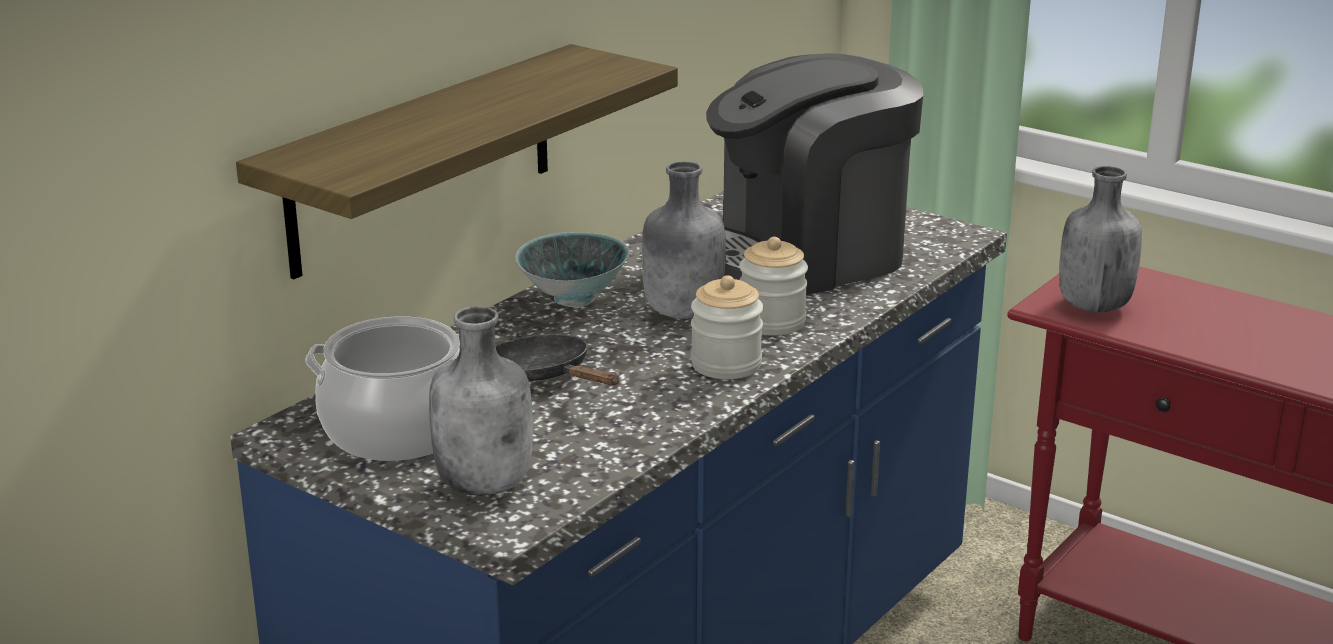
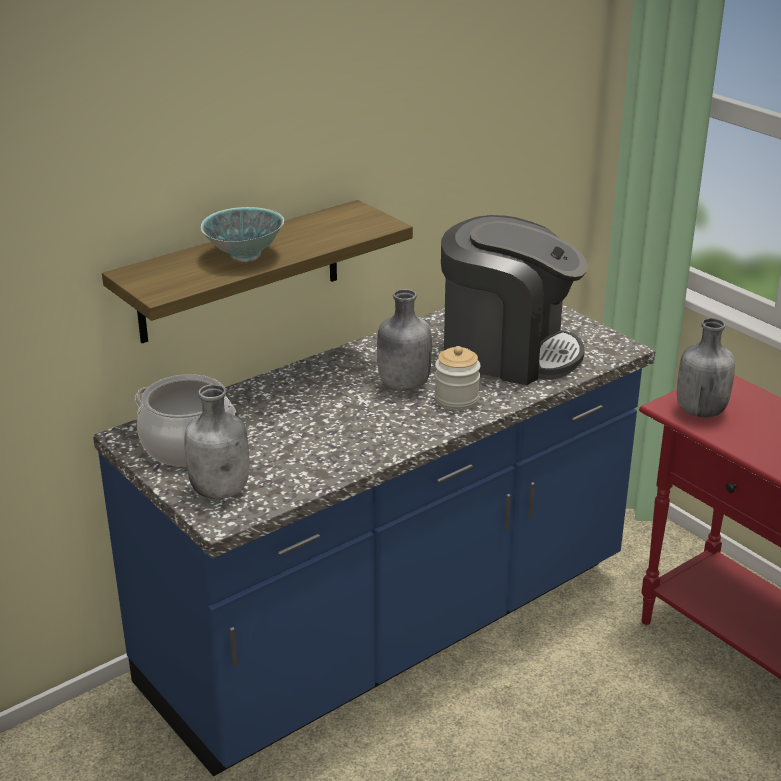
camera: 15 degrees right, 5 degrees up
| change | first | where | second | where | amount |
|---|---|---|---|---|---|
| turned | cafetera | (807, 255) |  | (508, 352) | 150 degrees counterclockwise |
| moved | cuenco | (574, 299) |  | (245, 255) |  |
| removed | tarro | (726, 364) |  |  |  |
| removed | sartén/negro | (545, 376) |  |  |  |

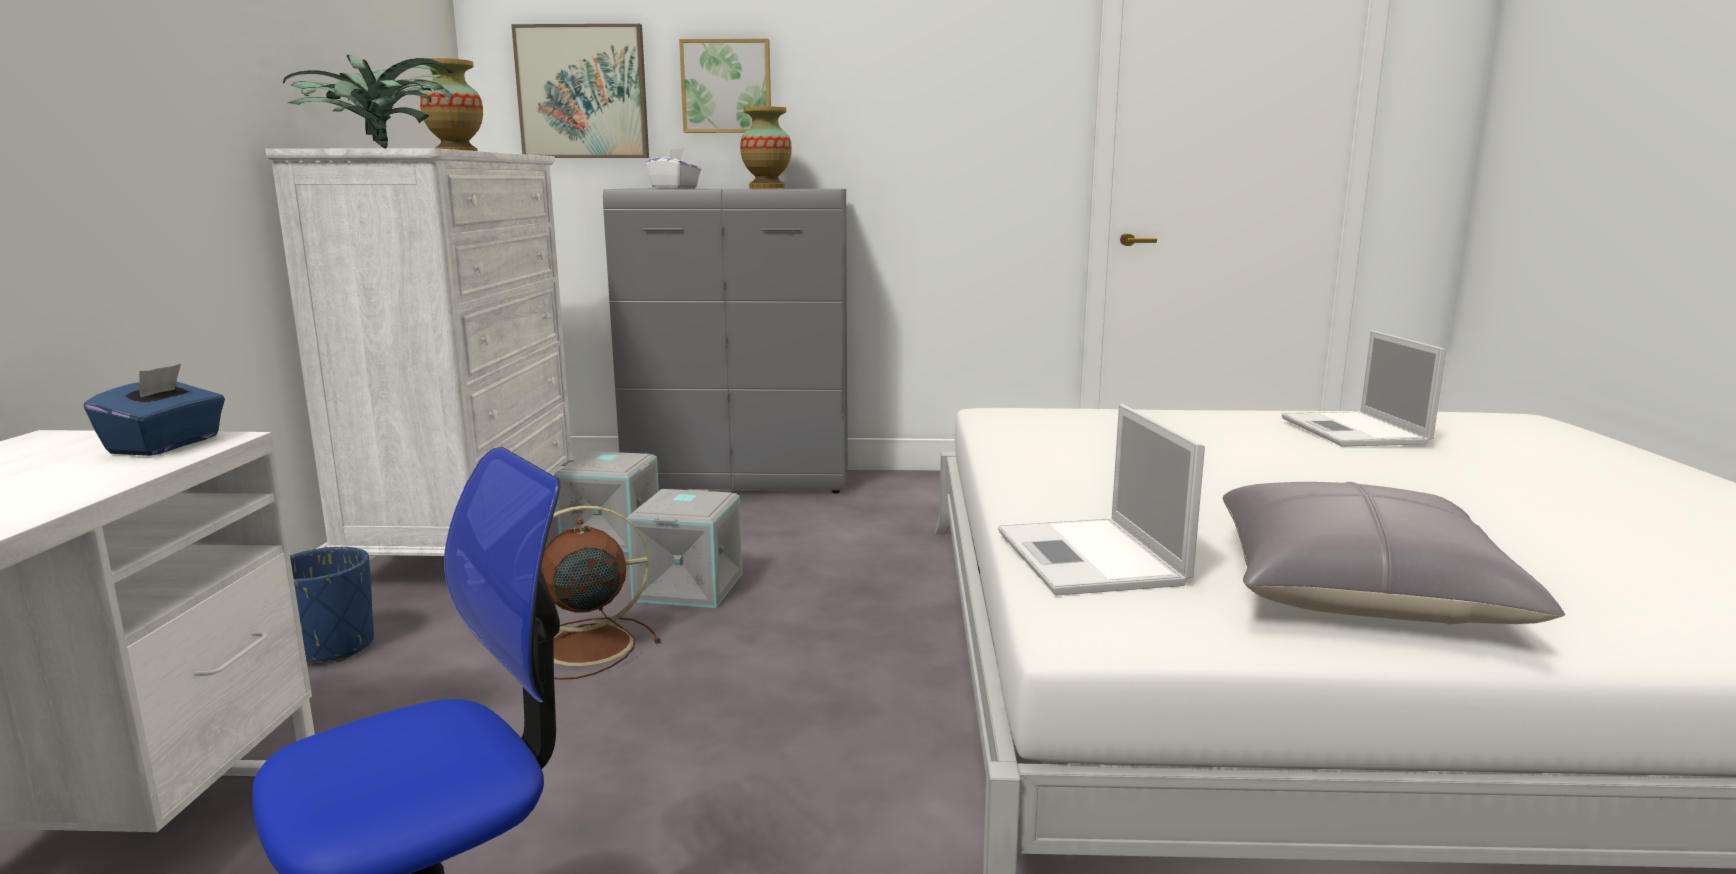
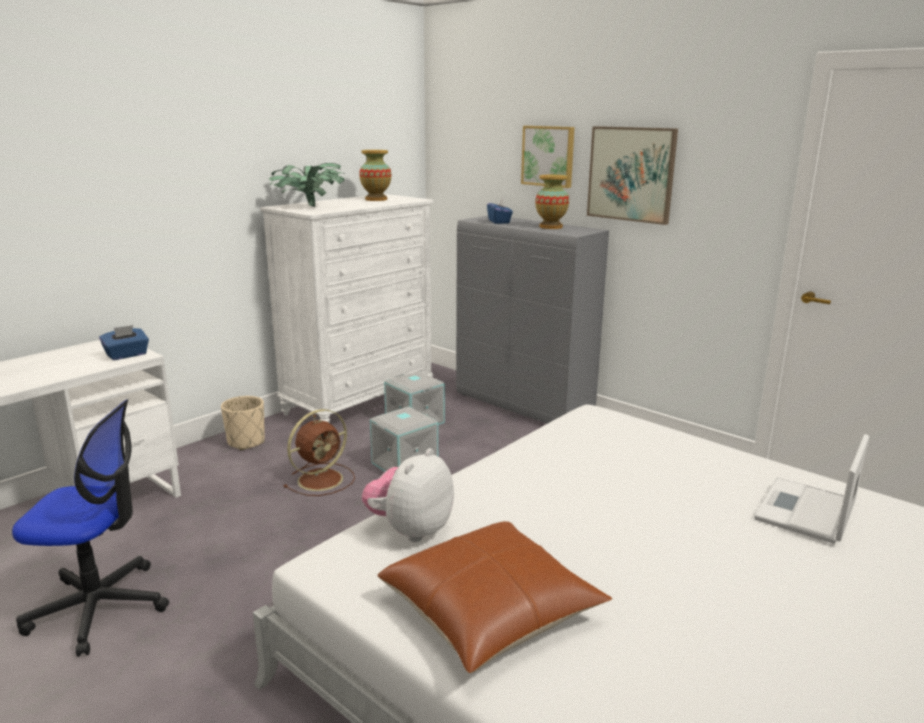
camera: 40 degrees right, 5 degrees up
| change | first | where | second | where | amount |
|---|---|---|---|---|---|
| moved | cuadro | (583, 92) |  | (631, 174) |  |
| recoloured | caja de pañuelos/blanco | (675, 188) | caja de pañuelos/azul | (499, 222) |  |
| replaced | portátil | (1091, 559) | peluche | (410, 530) |  |
| recoloured | cojín/gris | (1360, 590) | cojín/marrón | (491, 611) |  |
| turned | ventilador/marrón | (584, 647) |  | (322, 479) | 120 degrees clockwise |
| recoloured | maceta/azul | (331, 648) | maceta/beis | (246, 442) |  |

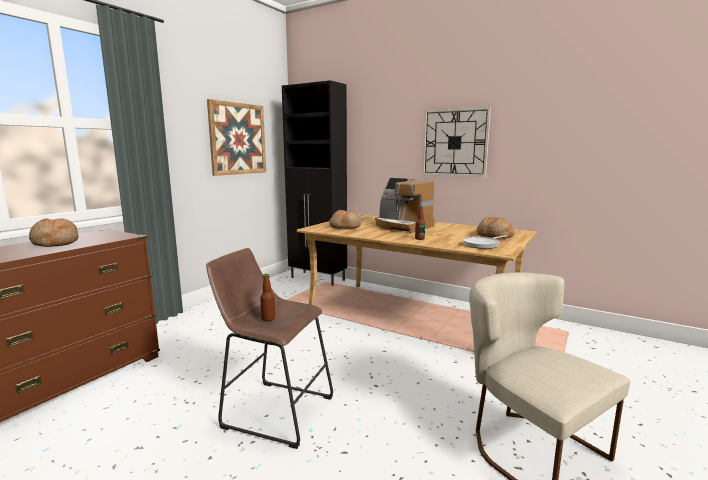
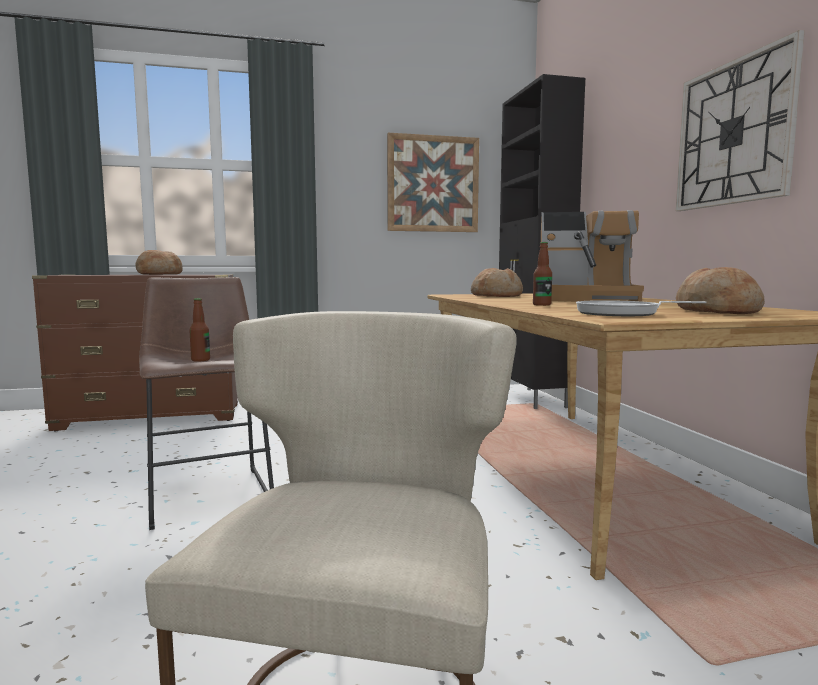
camera: 45 degrees right, 5 degrees down
| change | first | where | second | where | amount |
|---|---|---|---|---|---|
| turned | cafetera | (402, 226) |  | (584, 299) | 75 degrees counterclockwise |

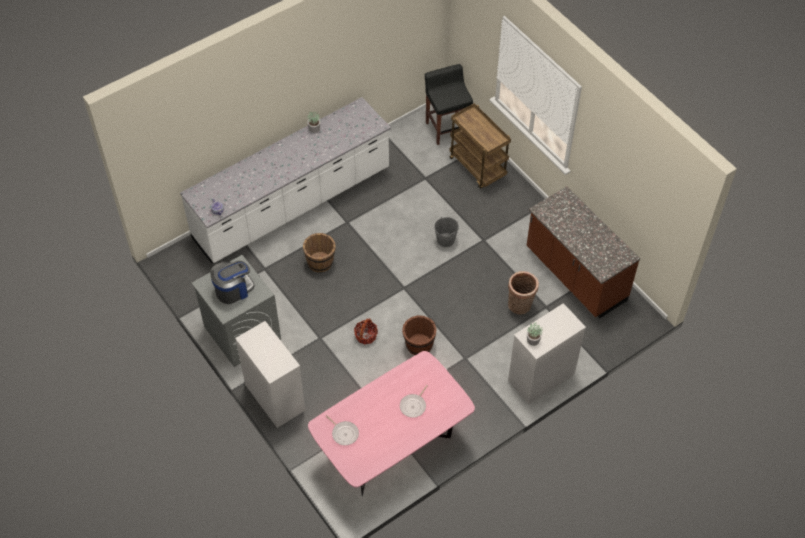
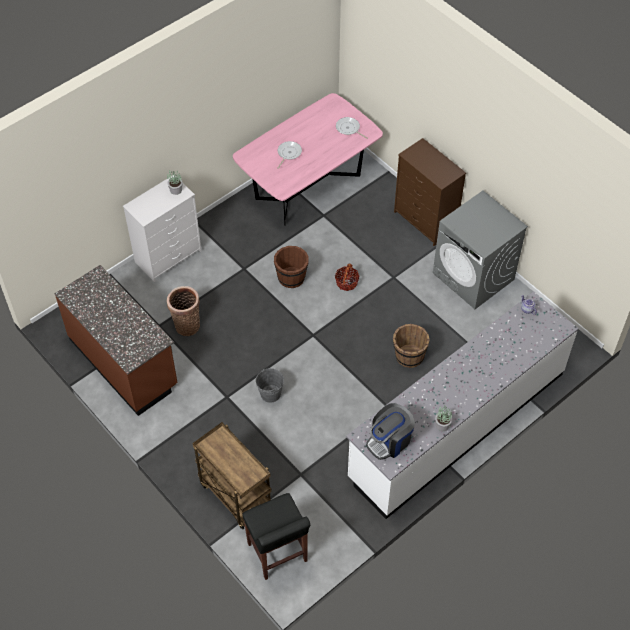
camera: 175 degrees right, 0 degrees up
| change | first | where | second | where | amount |
|---|---|---|---|---|---|
| moved | cafetera | (233, 290) |  | (389, 441) |  |
| recoloured | cómoda/blanco | (274, 397) | cómoda/marrón | (425, 221) |  |

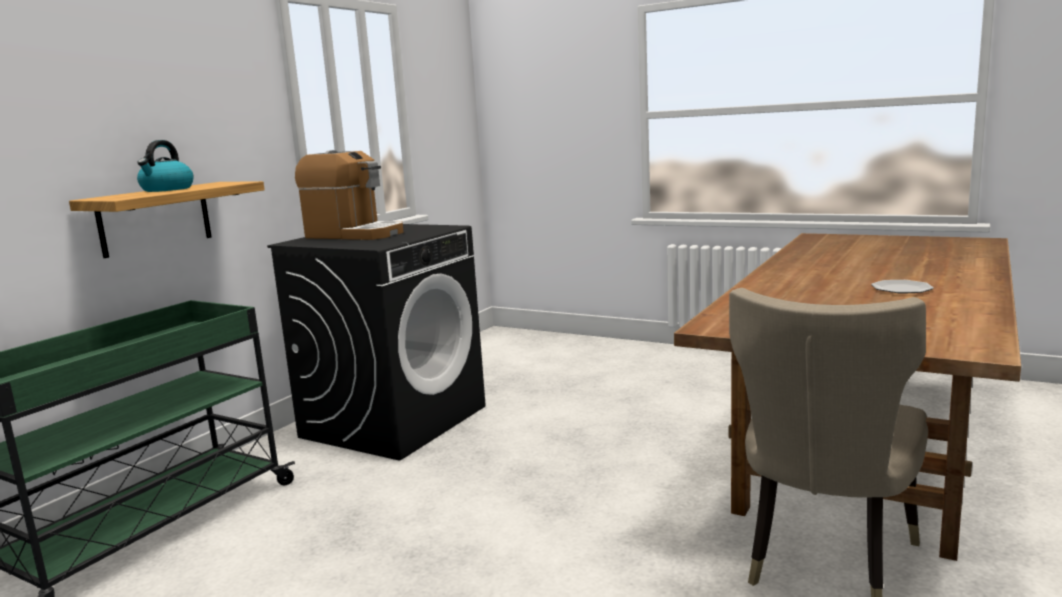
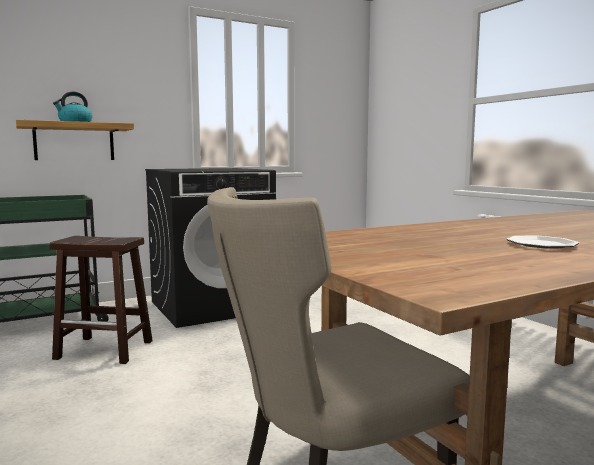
camera: 30 degrees right, 5 degrees down
| change | first | where | second | where | amount |
|---|---|---|---|---|---|
| removed | cafetera | (355, 234) |  |  |  |
| added |  |  | taburete/marrón | (106, 350) |  |

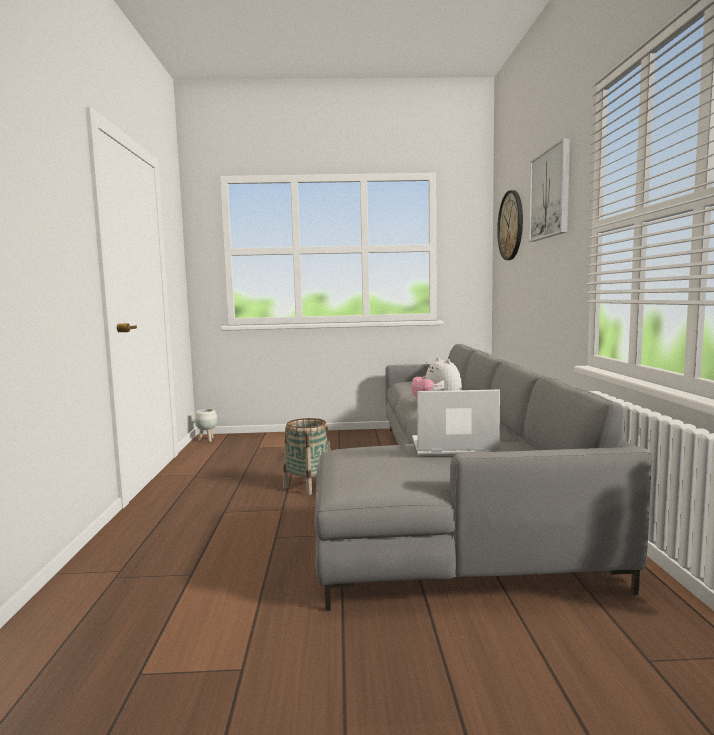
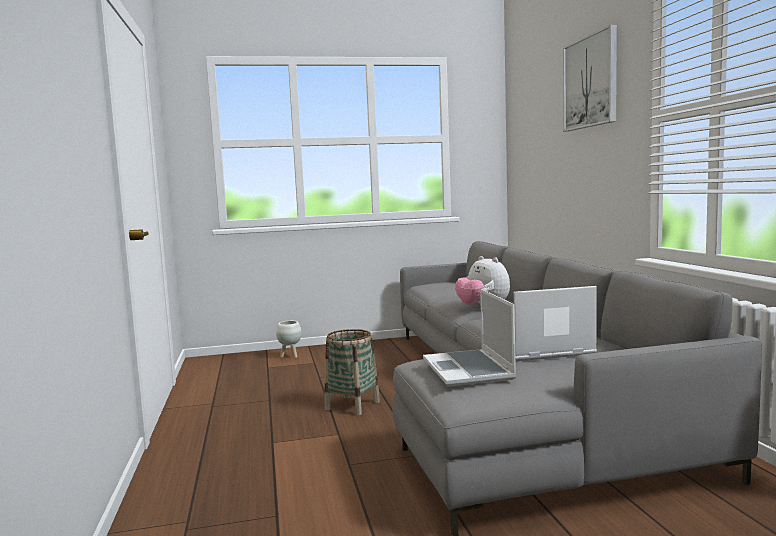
camera: 10 degrees left, 0 degrees up
| change | first | where | second | where | amount |
|---|---|---|---|---|---|
| removed | reloj de pared | (511, 225) |  |  |  |
| moved | maceta/blanco | (207, 440) |  | (290, 356) |  |
| added |  |  | portátil | (469, 370) |  |

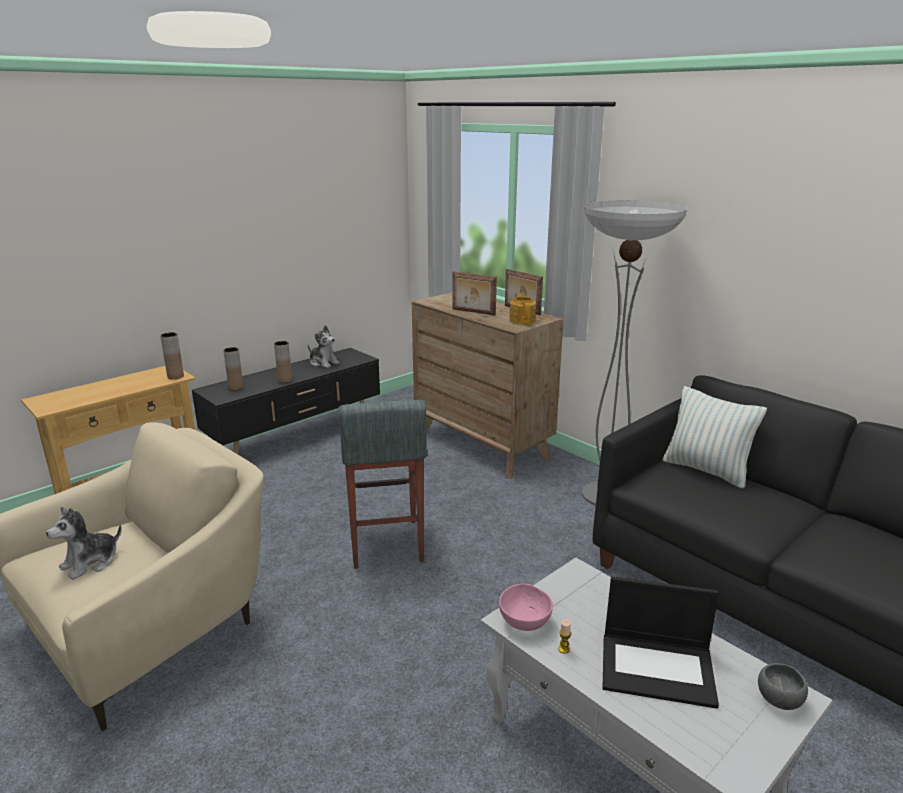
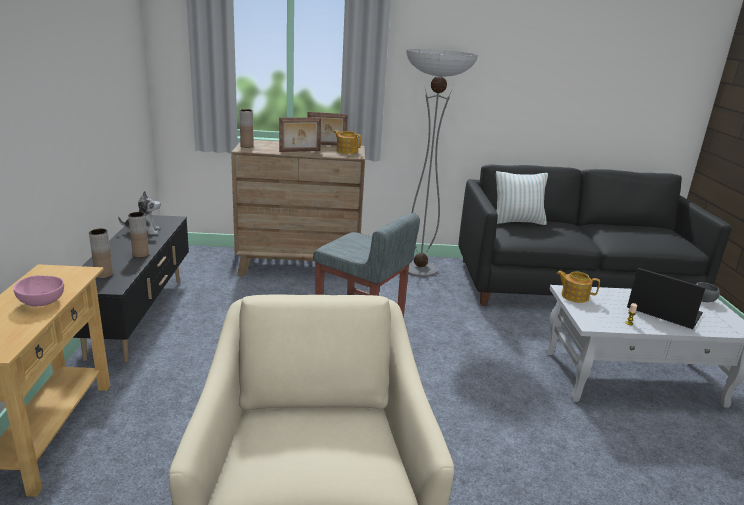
camera: 50 degrees left, 0 degrees up
| change | first | where | second | where | amount |
|---|---|---|---|---|---|
| moved | florero/marrón | (175, 376) |  | (247, 146) |  |
| removed | peluche | (90, 563) |  |  |  |
| turned | portátil | (658, 668) |  | (662, 311) | 105 degrees counterclockwise |
| moved | cuenco/rosa | (525, 621) |  | (42, 302) |  |
| added |  |  | tetera | (574, 296) |  |

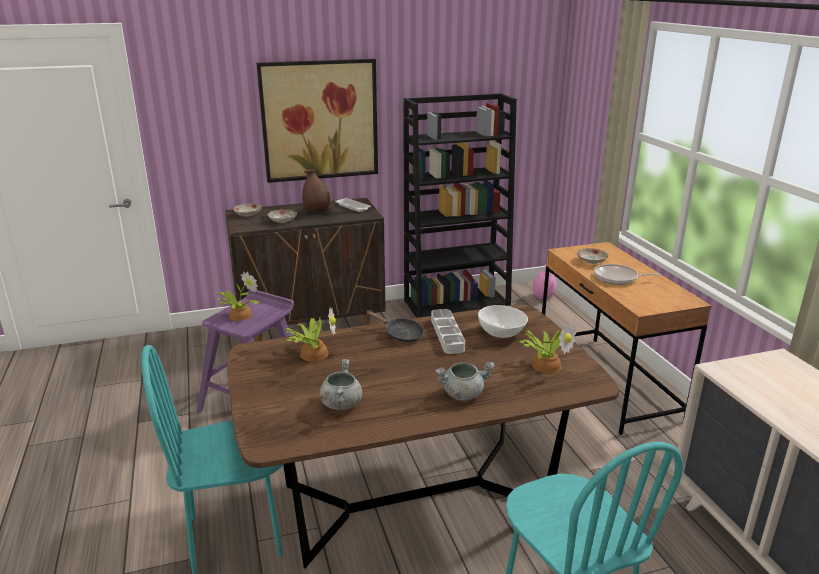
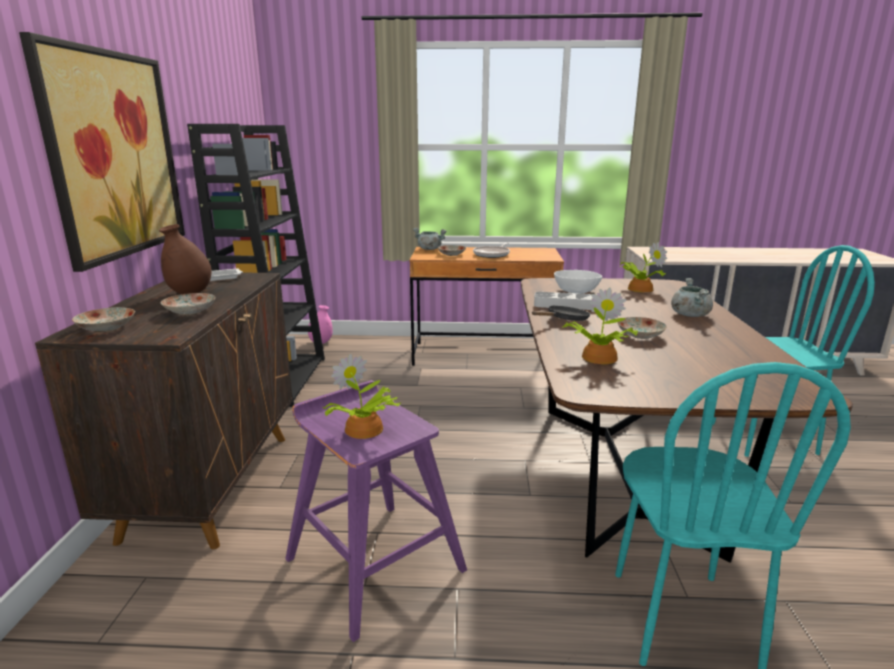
camera: 70 degrees left, 5 degrees down
| change | first | where | second | where | amount |
|---|---|---|---|---|---|
| moved | olla/gris | (341, 403) |  | (429, 249) |  |
| added |  |  | plato | (639, 335) |  |

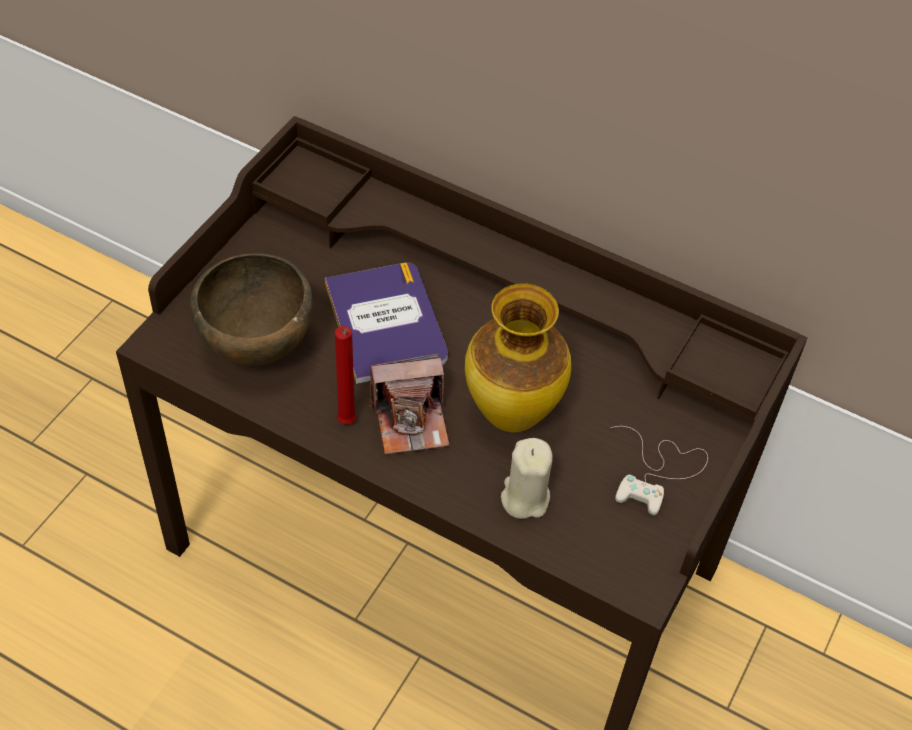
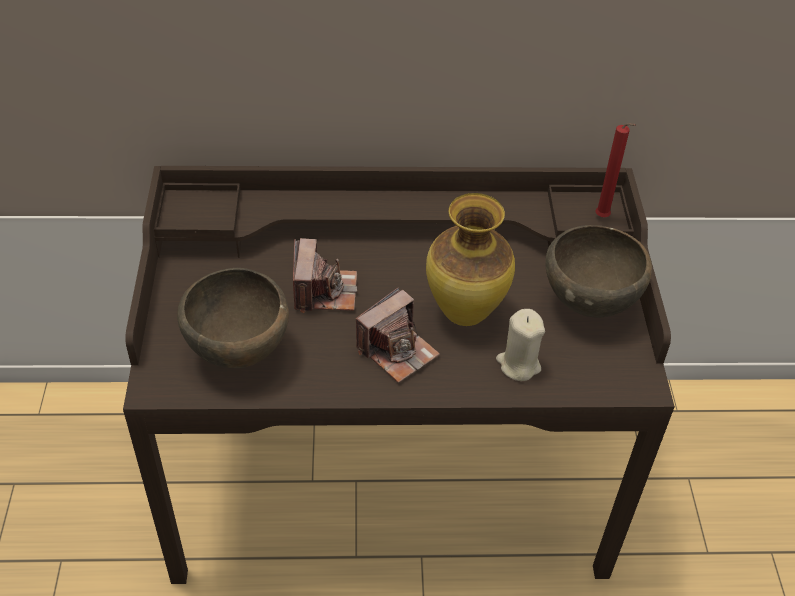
camera: 30 degrees left, 5 degrees down
| change | first | where | second | where | amount |
|---|---|---|---|---|---|
| replaced | libro | (386, 323) | cámara | (324, 291) |  |
| moved | vela/rojo | (346, 424) |  | (603, 218) |  |
| replaced | mando de consola/blanco | (657, 471) | cuenco/marrón | (589, 304) |  |

